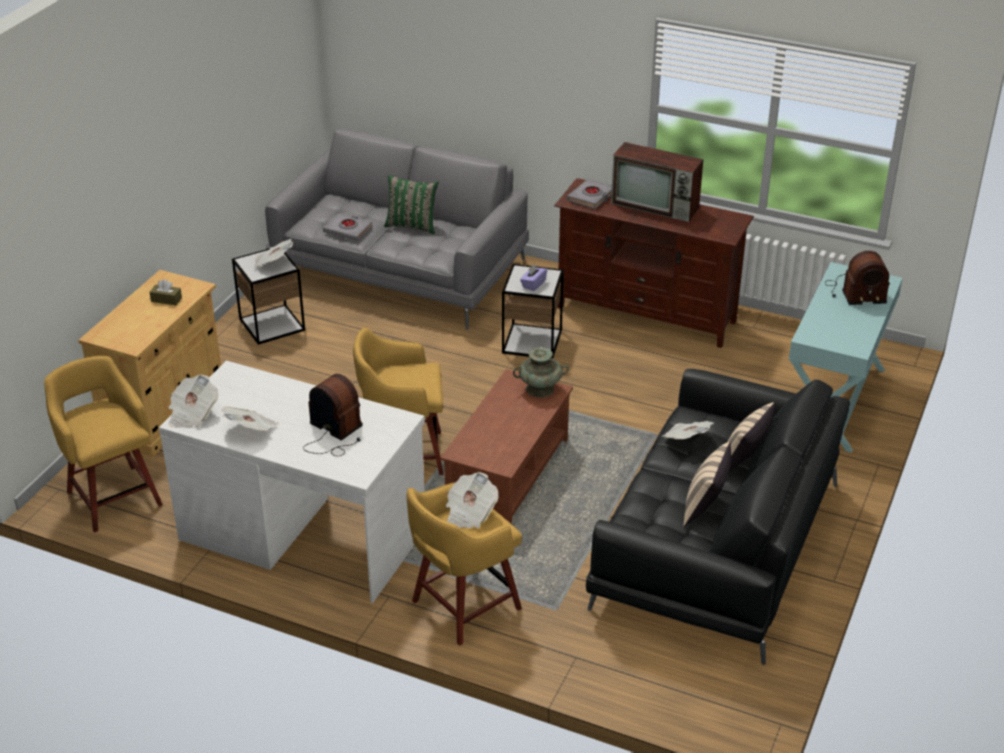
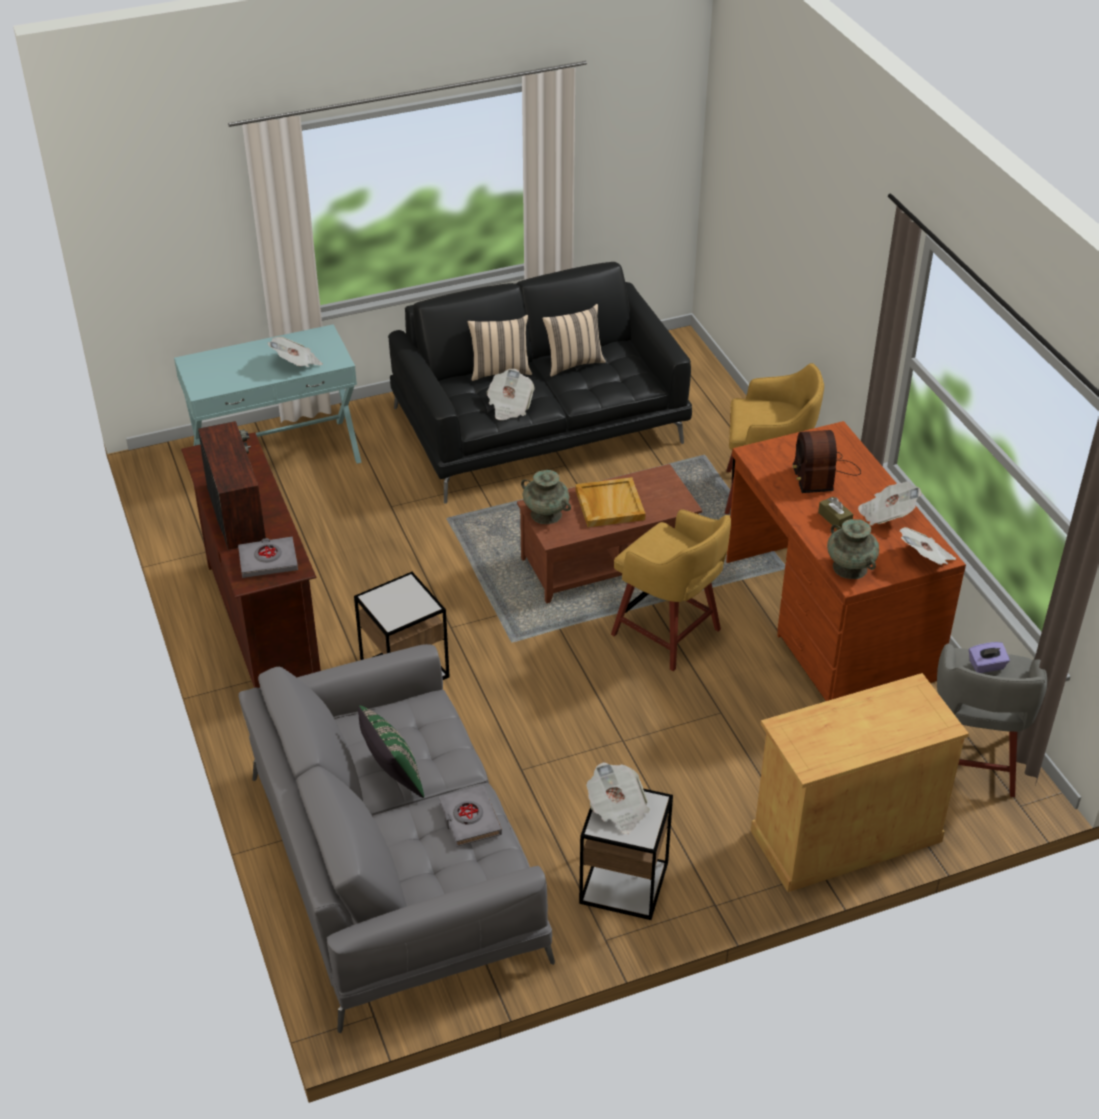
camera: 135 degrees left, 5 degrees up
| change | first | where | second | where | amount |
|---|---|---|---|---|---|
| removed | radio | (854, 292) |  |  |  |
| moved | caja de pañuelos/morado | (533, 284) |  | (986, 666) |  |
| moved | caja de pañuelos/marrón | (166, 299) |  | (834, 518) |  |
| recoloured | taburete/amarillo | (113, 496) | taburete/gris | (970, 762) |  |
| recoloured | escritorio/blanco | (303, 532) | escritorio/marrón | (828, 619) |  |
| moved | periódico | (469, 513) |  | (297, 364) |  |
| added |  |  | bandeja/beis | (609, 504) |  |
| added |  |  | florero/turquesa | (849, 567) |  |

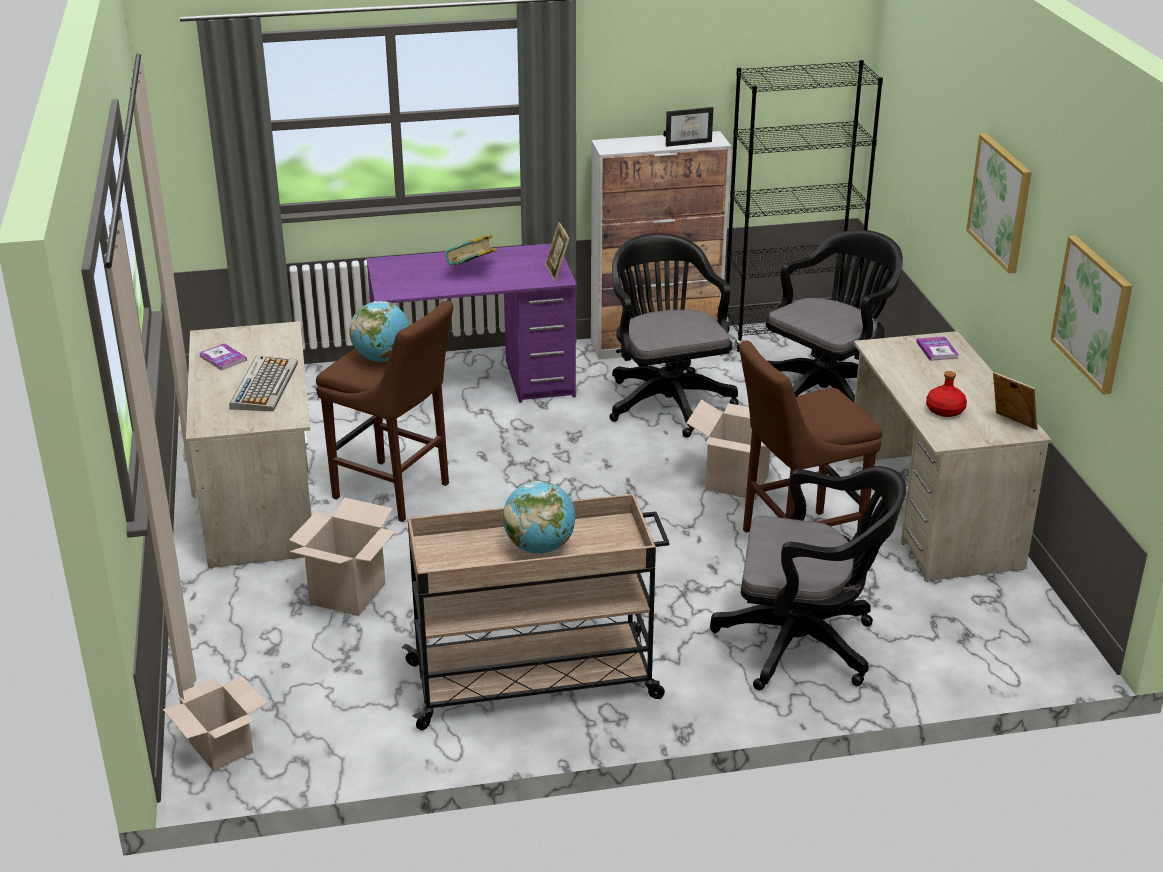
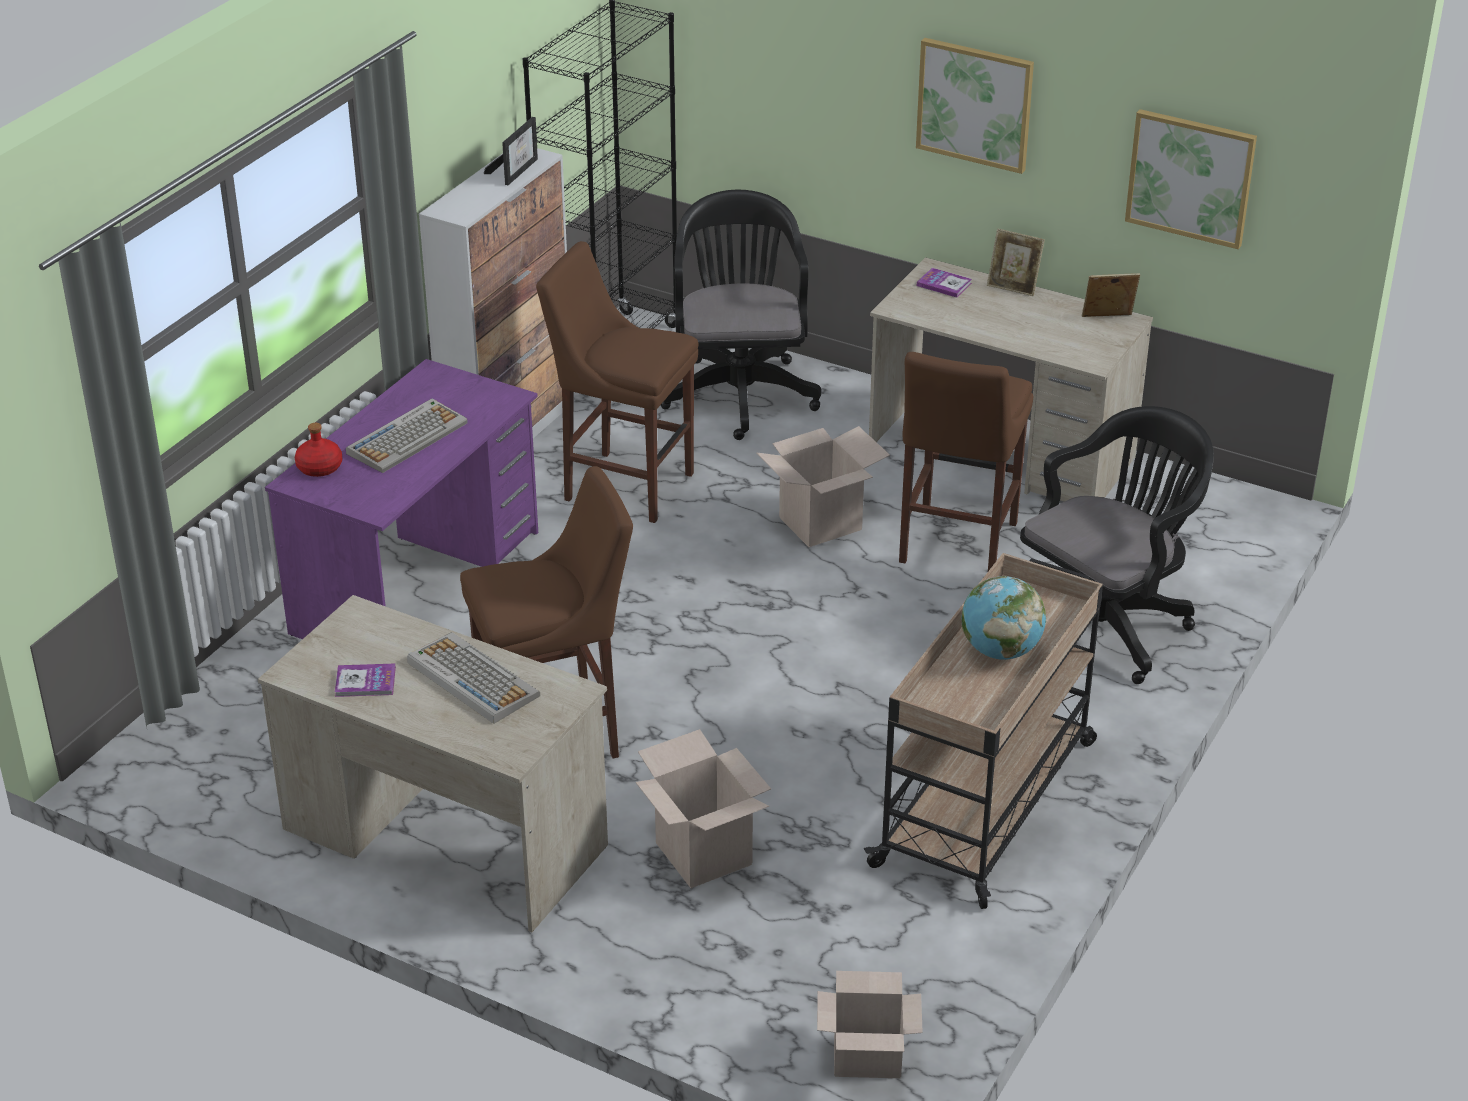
camera: 50 degrees left, 5 degrees up
| change | first | where | second | where | amount |
|---|---|---|---|---|---|
| moved | portarretratos | (557, 272) |  | (1013, 287) |  |
| replaced | silla de oficina/negro | (666, 400) | taburete/marrón | (623, 484) |  |
| replaced | libro | (471, 271) | teclado | (407, 437) |  |
| removed | globo terráqueo | (382, 358) |  |  |  |
| moved | botella/rojo | (945, 410) |  | (319, 467) |  |

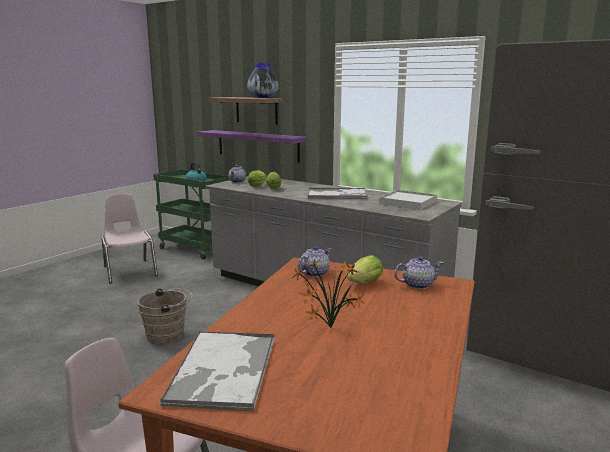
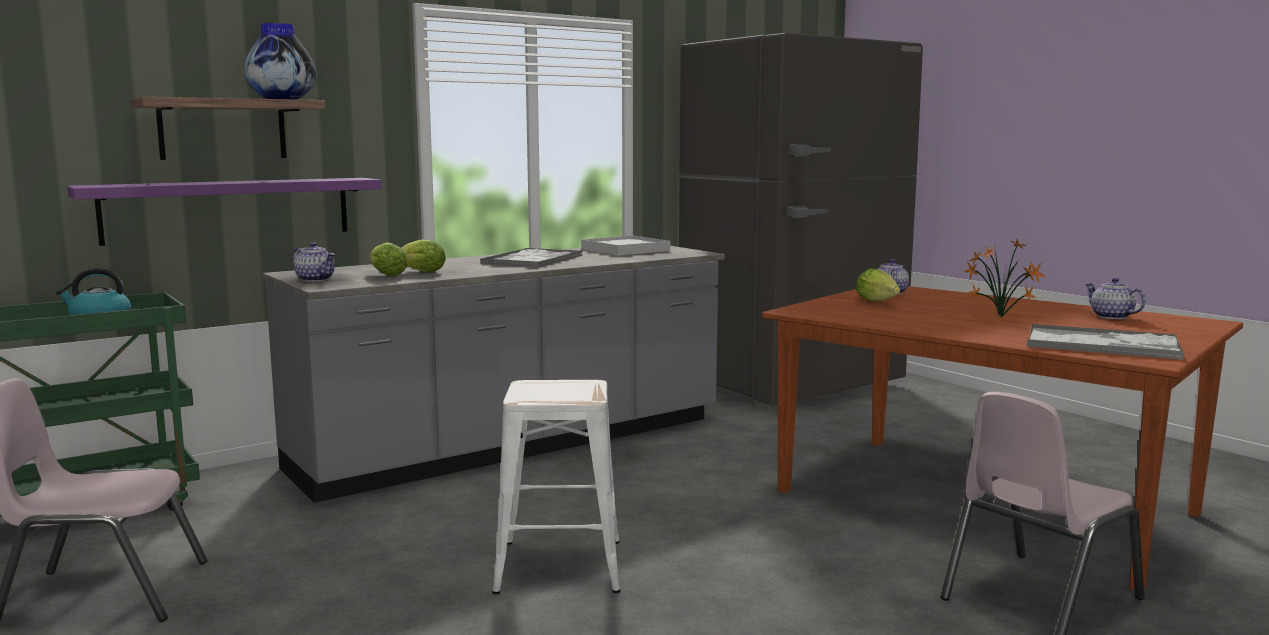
camera: 70 degrees left, 5 degrees down
| change | first | where | second | where | amount |
|---|---|---|---|---|---|
| moved | tetera | (314, 273) |  | (1111, 317) |  |
| replaced | cubo/marrón | (168, 335) | taburete/blanco | (559, 565) |  |

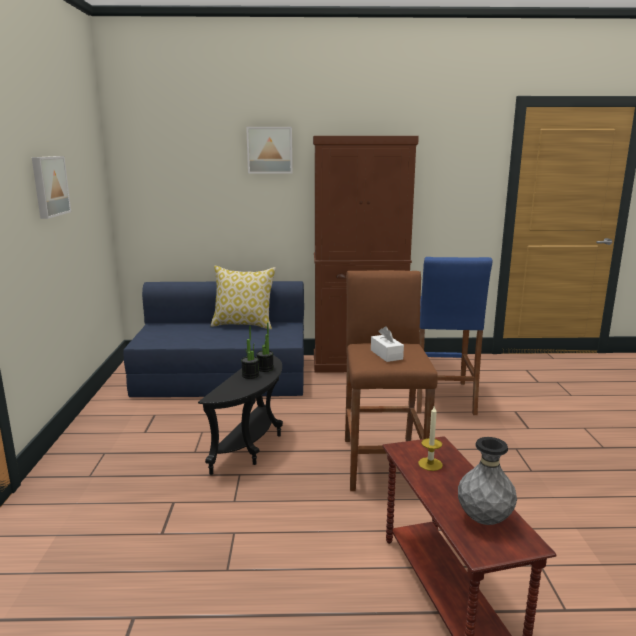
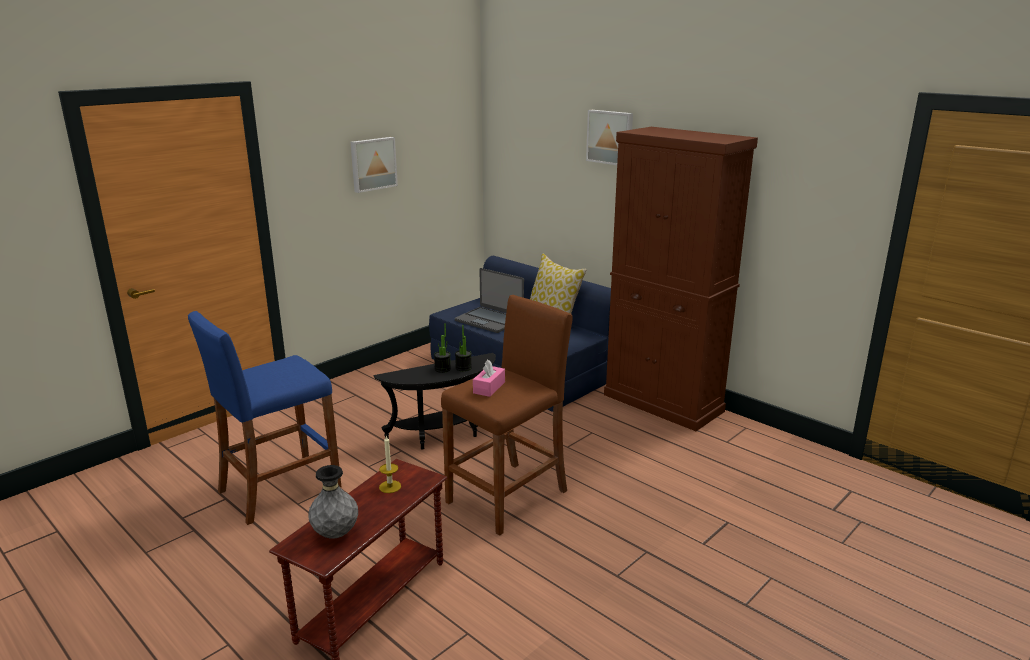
camera: 45 degrees right, 5 degrees up
| change | first | where | second | where | amount |
|---|---|---|---|---|---|
| moved | taburete/azul | (441, 397) |  | (279, 489) |  |
| recoloured | caja de pañuelos/blanco | (386, 354) | caja de pañuelos/rosa | (489, 387) |  |
| added |  |  | portátil | (489, 320) |  |

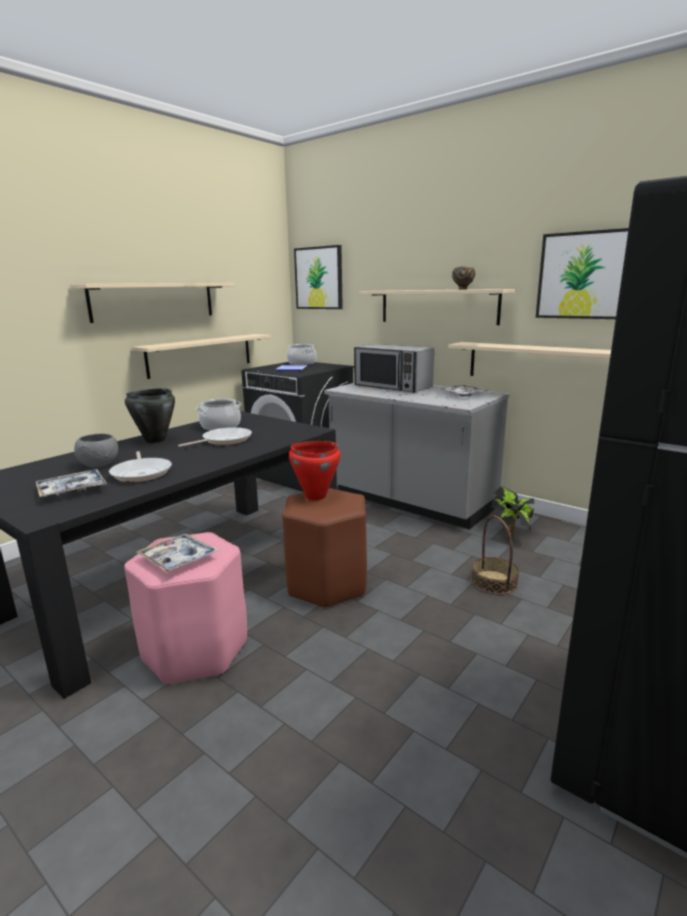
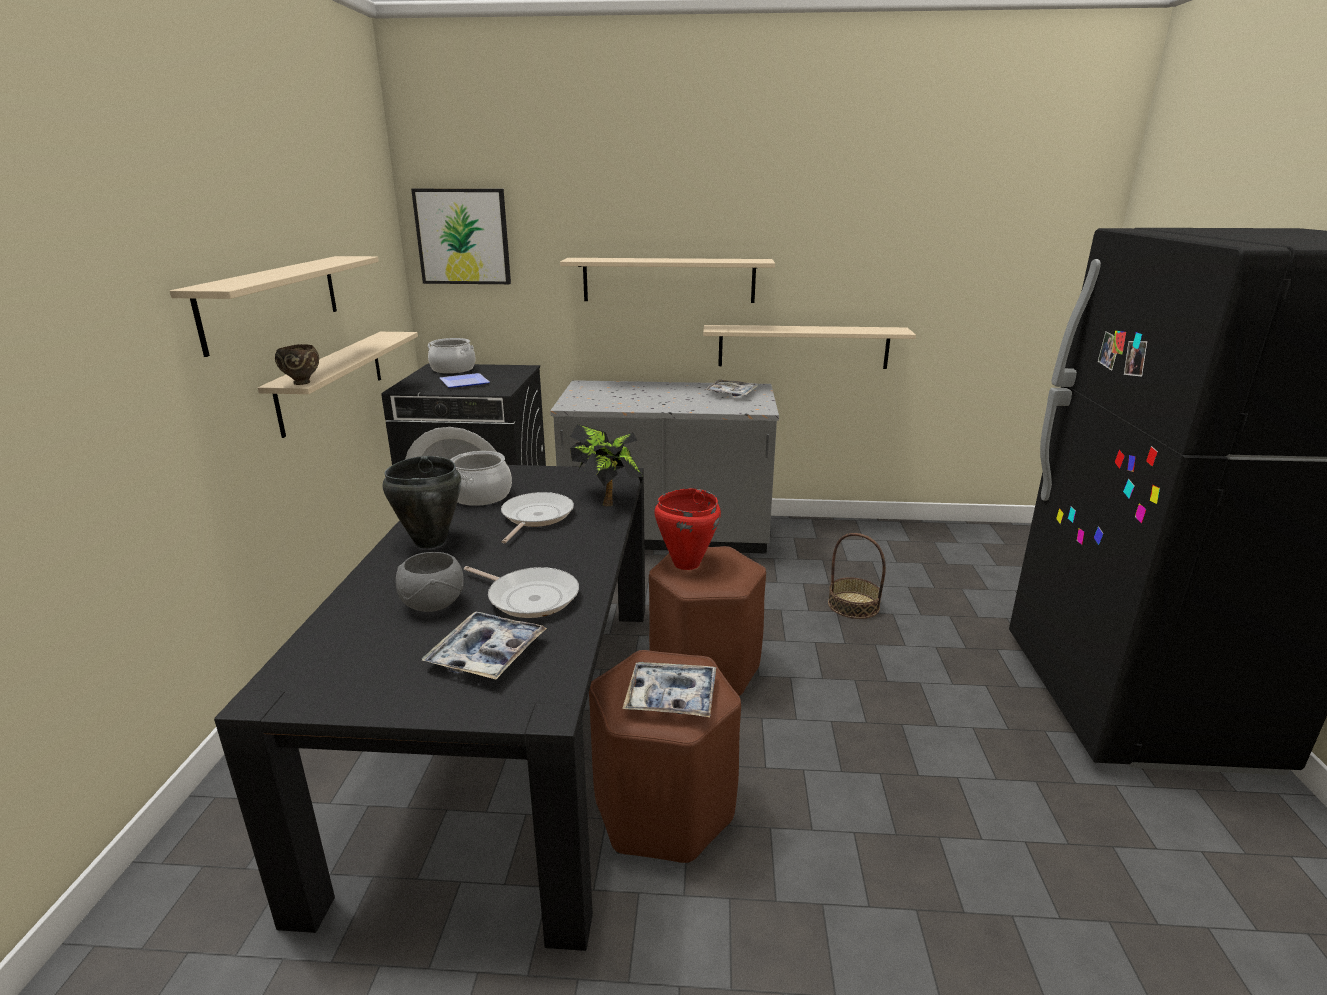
camera: 35 degrees left, 5 degrees up
| change | first | where | second | where | amount |
|---|---|---|---|---|---|
| removed | cuadro | (582, 275) |  |  |  |
| moved | cuenco/marrón | (462, 289) |  | (302, 382) |  |
| removed | microondas | (392, 387) |  |  |  |
| moved | planta en maceta | (511, 535) |  | (608, 500) |  |
| recoloured | taburete/rosa | (195, 650) | taburete/marrón | (664, 810) |  |

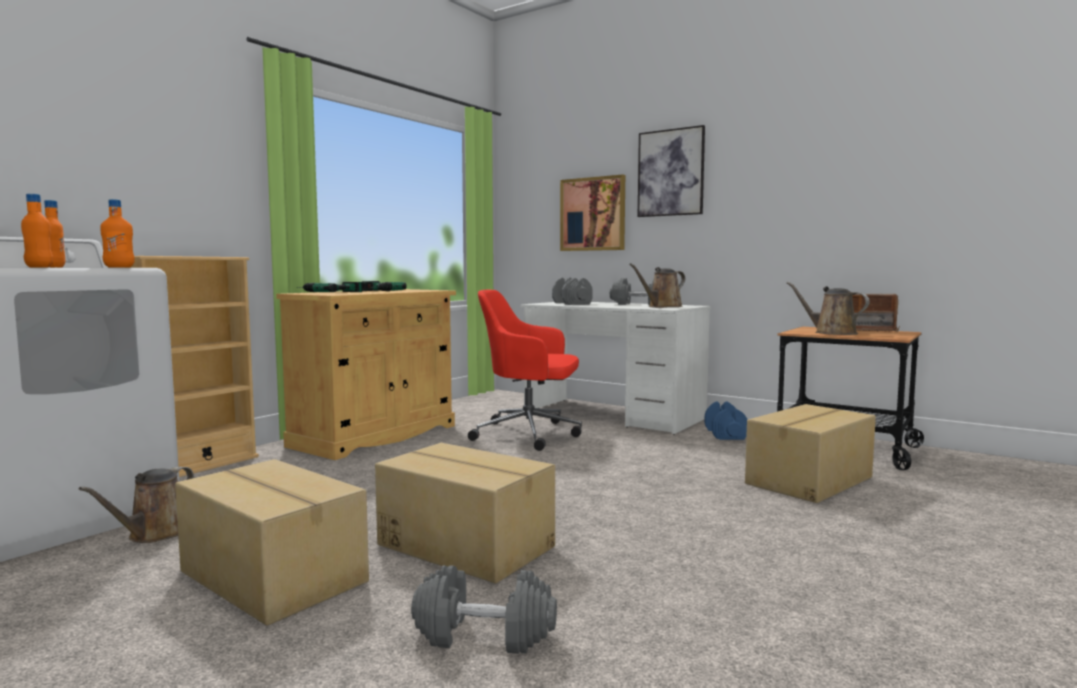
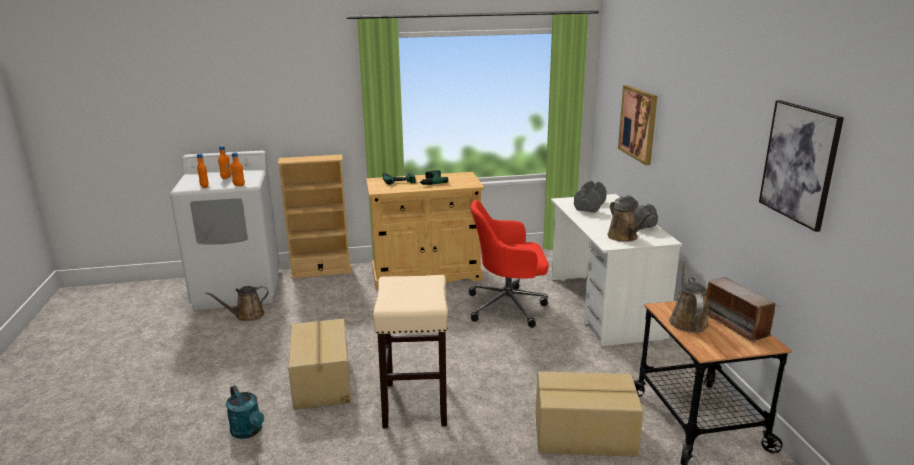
camera: 45 degrees right, 15 degrees up
| change | first | where | second | where | amount |
|---|---|---|---|---|---|
| moved | cuadro | (671, 173) |  | (799, 163) |  |
| turned | regadera/marrón | (662, 307) |  | (624, 237) | 120 degrees counterclockwise |
| turned | silla de oficina/rojo | (530, 434) |  | (509, 306) | 60 degrees counterclockwise |
| removed | mancuerna/azul | (725, 434) |  |  |  |
| removed | caja de cartón | (271, 577) |  |  |  |
| replaced | mancuerna/gris | (485, 634) | regadera/turquesa | (249, 432) |  |
| added |  |  | taburete/beis | (415, 403) |  |

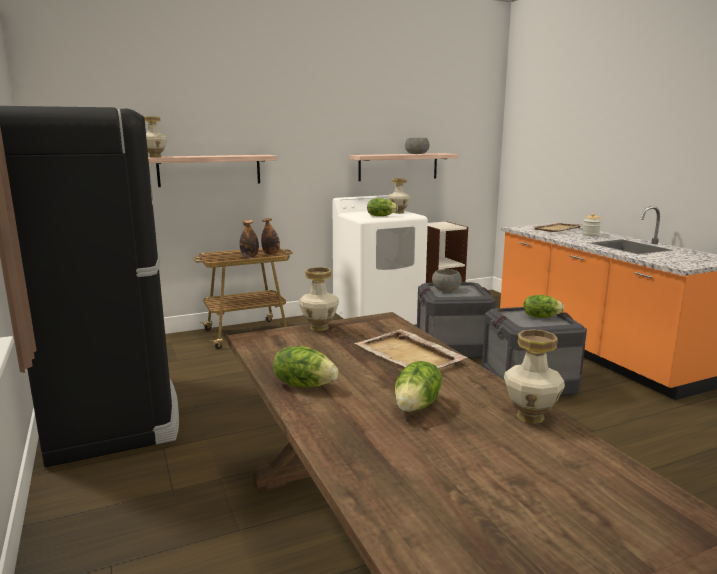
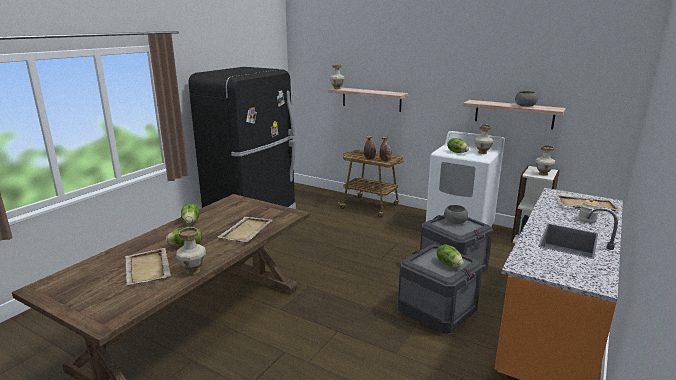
camera: 55 degrees right, 5 degrees up
| change | first | where | second | where | amount |
|---|---|---|---|---|---|
| moved | florero | (319, 327) |  | (543, 174) |  |
| added |  |  | bandeja/beis | (147, 269) |  |

